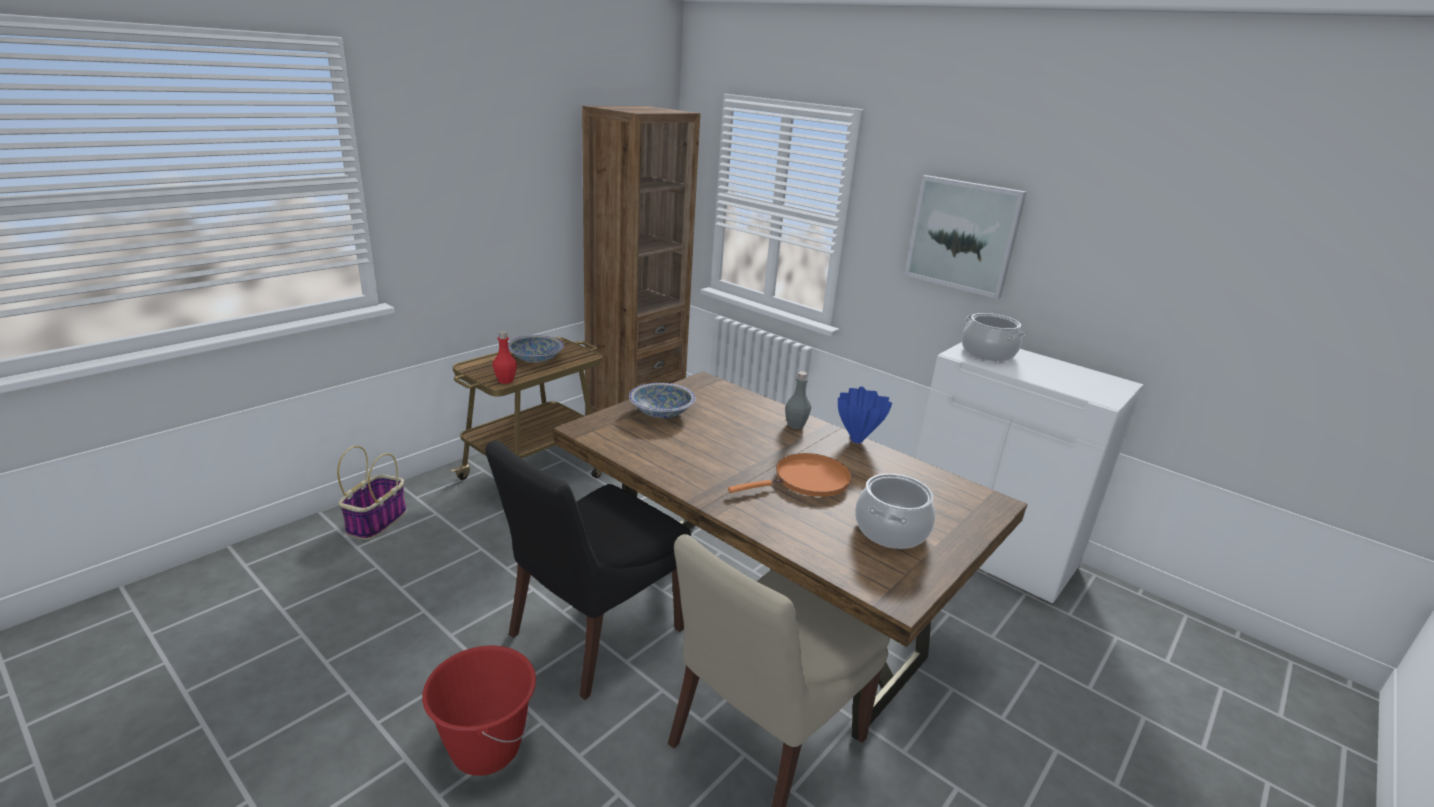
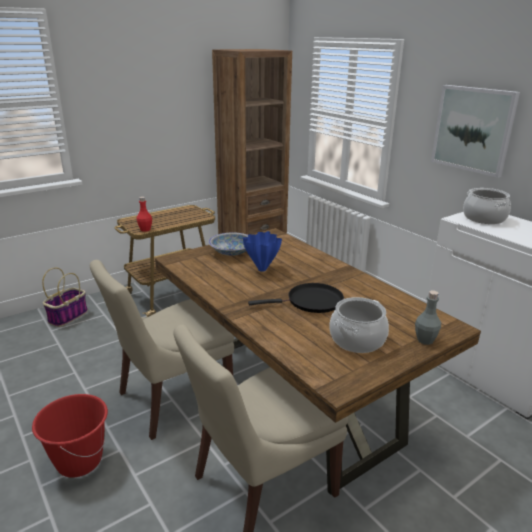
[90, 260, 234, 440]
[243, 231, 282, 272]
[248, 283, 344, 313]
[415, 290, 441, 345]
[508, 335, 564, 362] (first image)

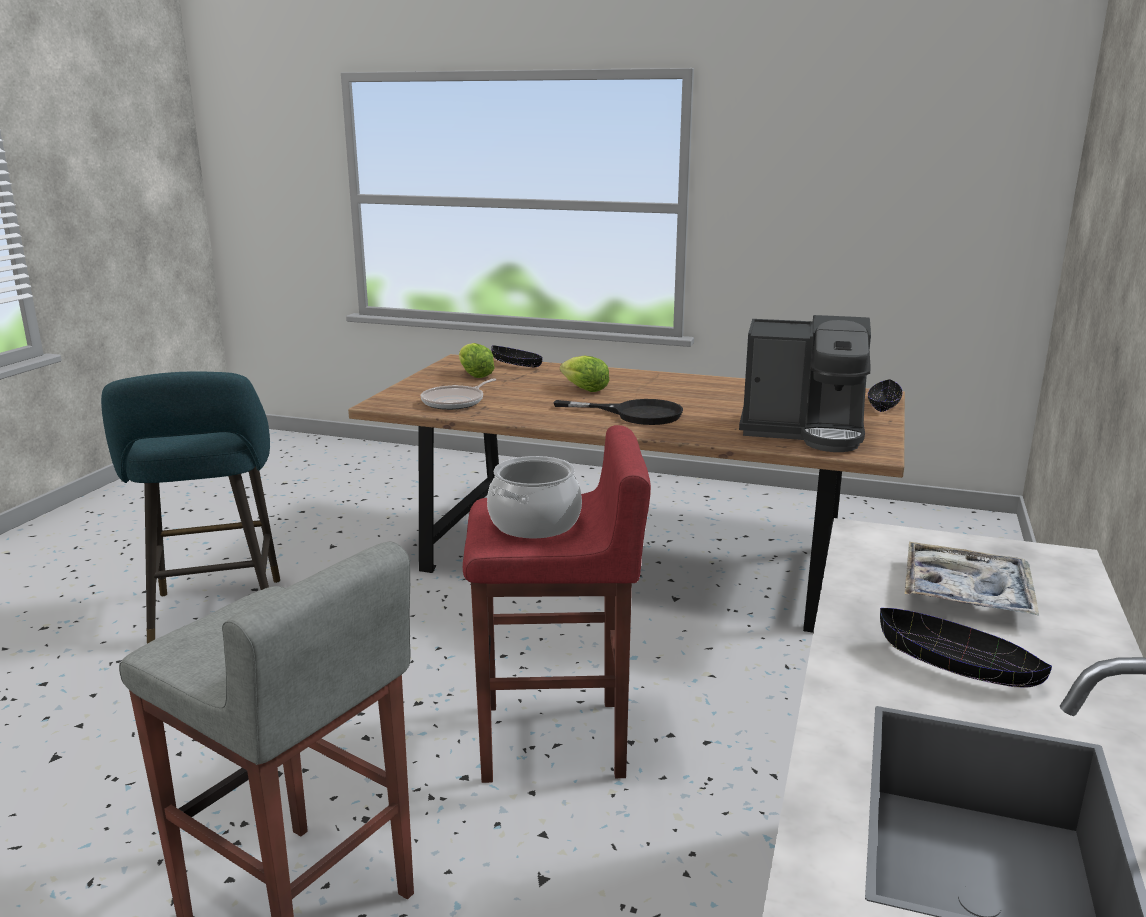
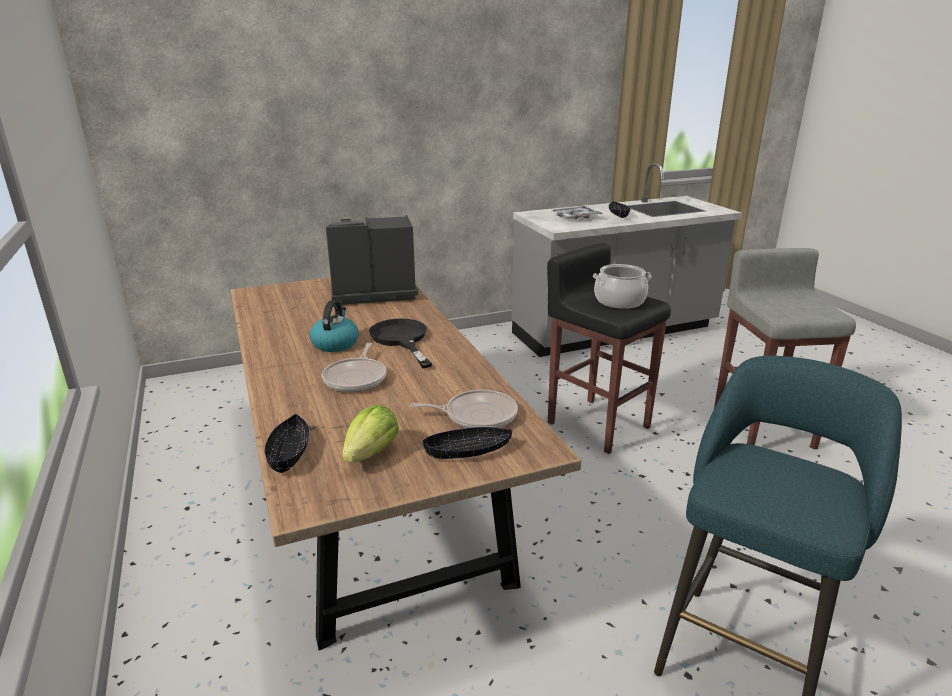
[310, 300, 359, 352]
[322, 343, 387, 392]
[326, 215, 418, 305]
[422, 427, 512, 459]
[547, 243, 671, 454]

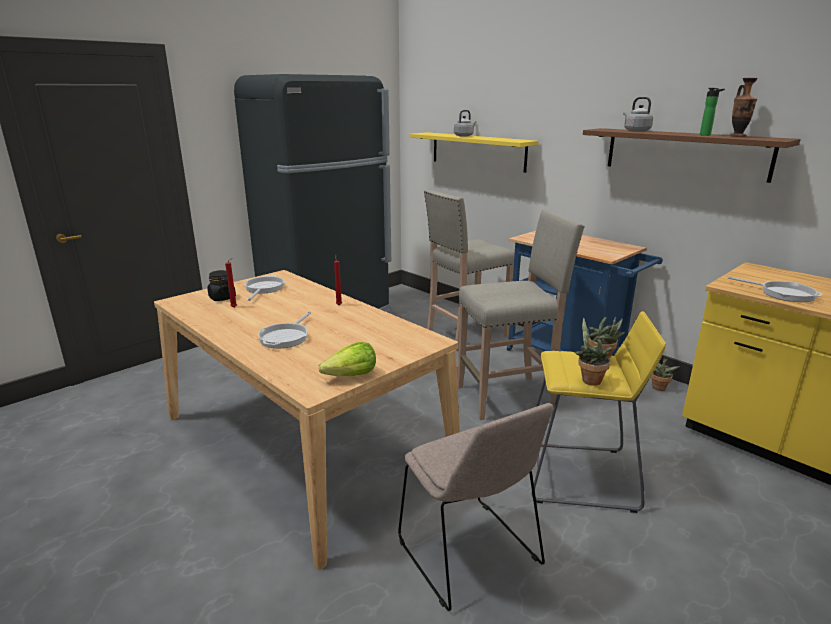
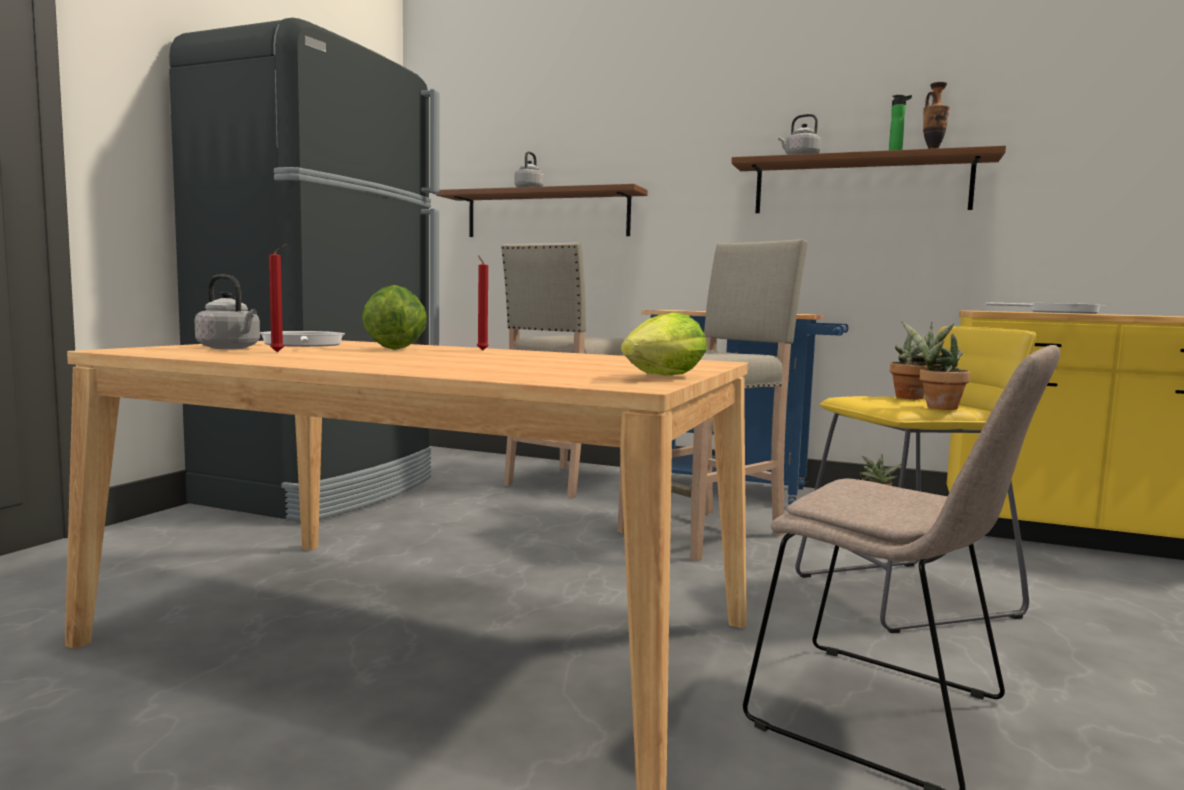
[195, 274, 260, 349]
[362, 285, 427, 350]
[436, 184, 648, 237]
[258, 312, 311, 348] (first image)

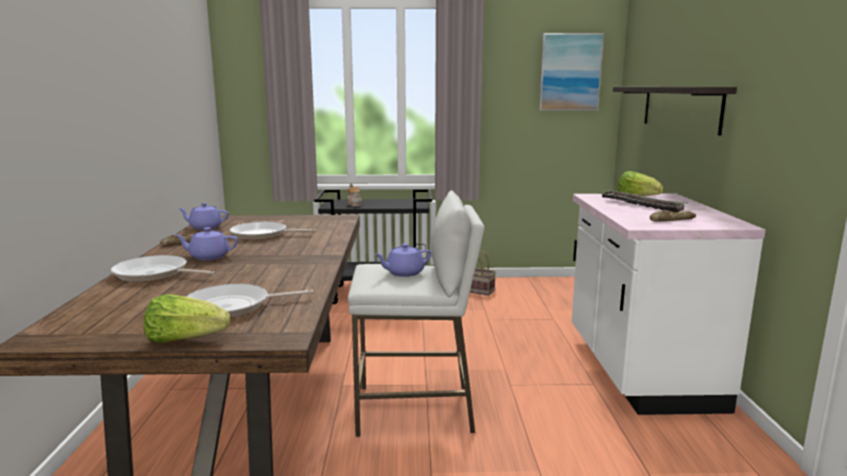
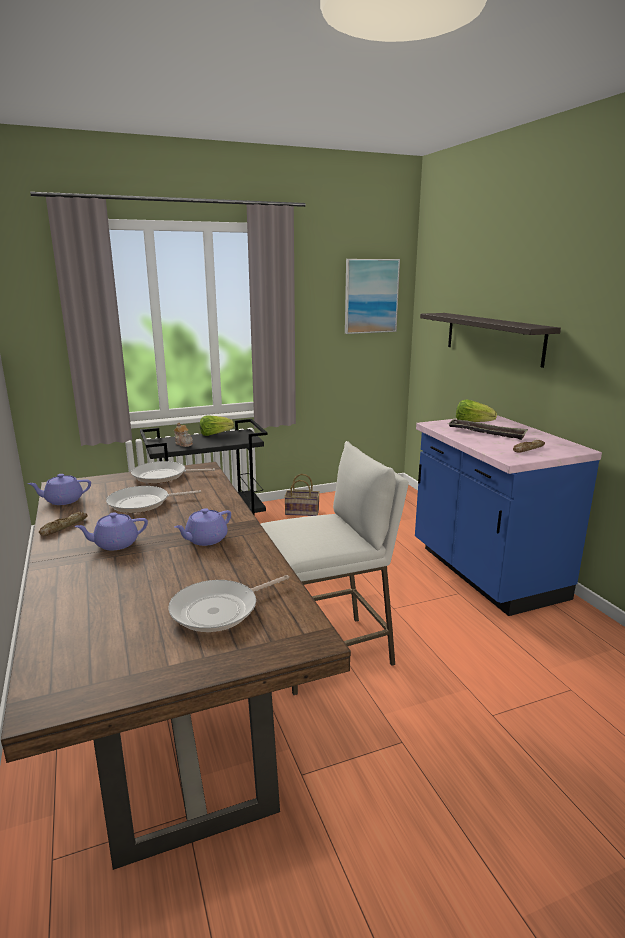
[131, 461, 215, 483]
[175, 508, 231, 546]
[200, 415, 234, 436]
[415, 415, 602, 616]

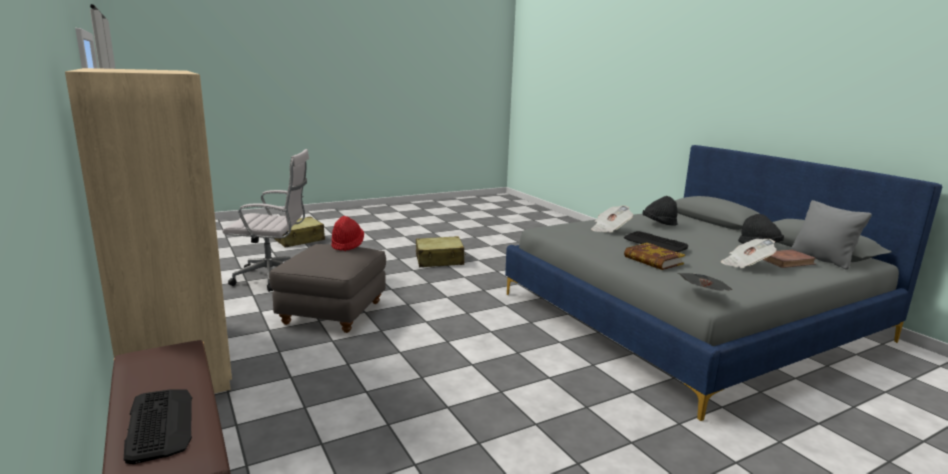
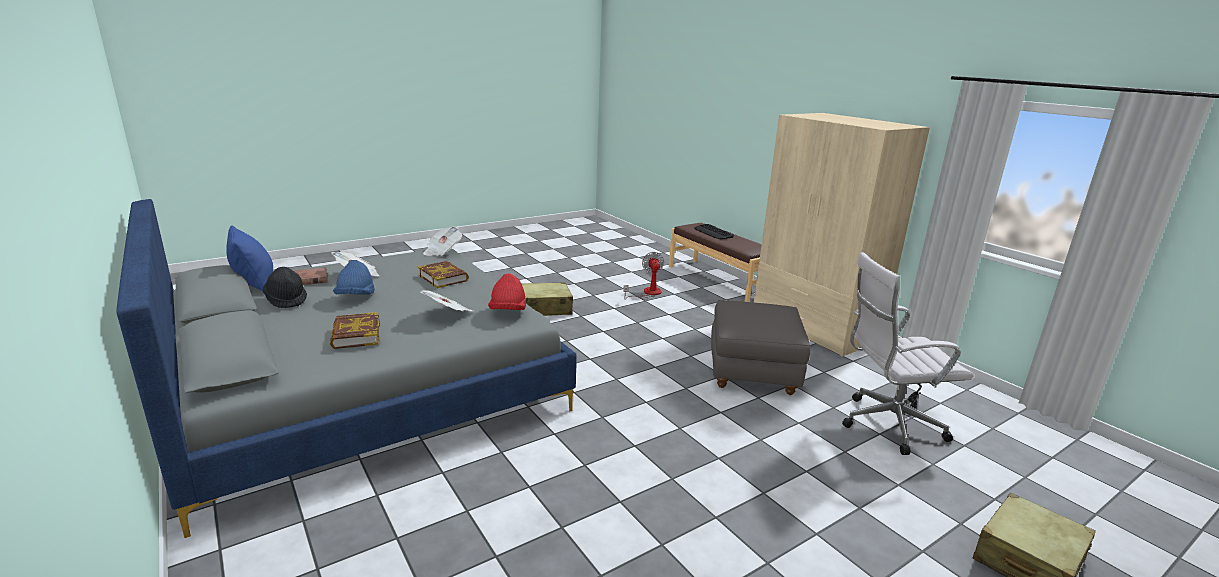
[226, 225, 273, 291]
[330, 312, 380, 349]
[333, 260, 375, 295]
[488, 273, 526, 310]
[521, 282, 573, 316]
[623, 252, 664, 300]
[624, 231, 688, 252] (first image)

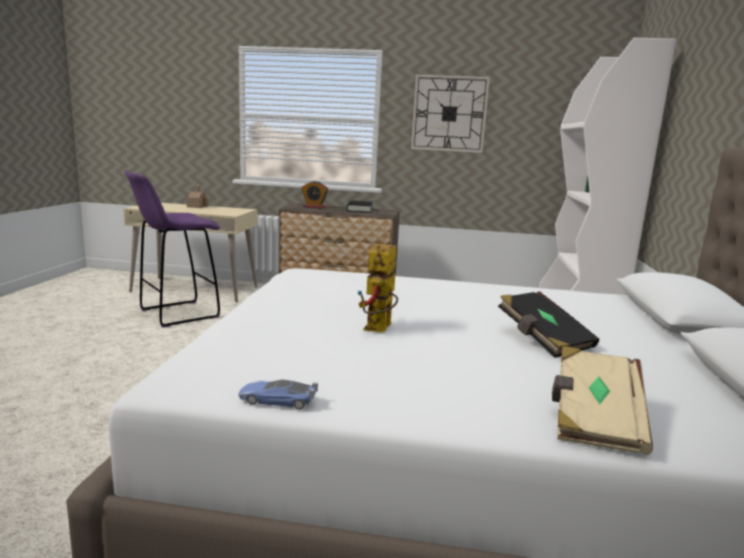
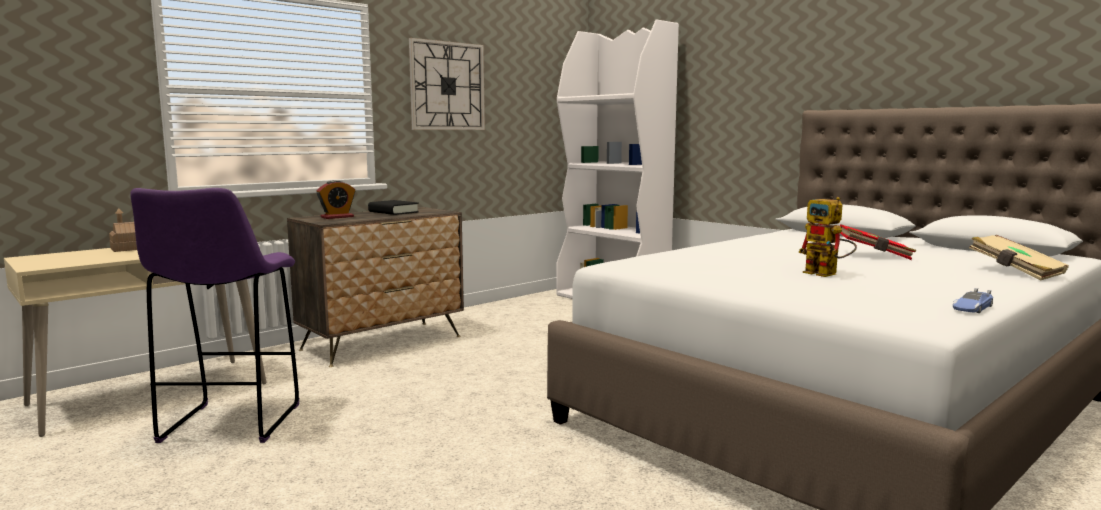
[840, 225, 916, 260]

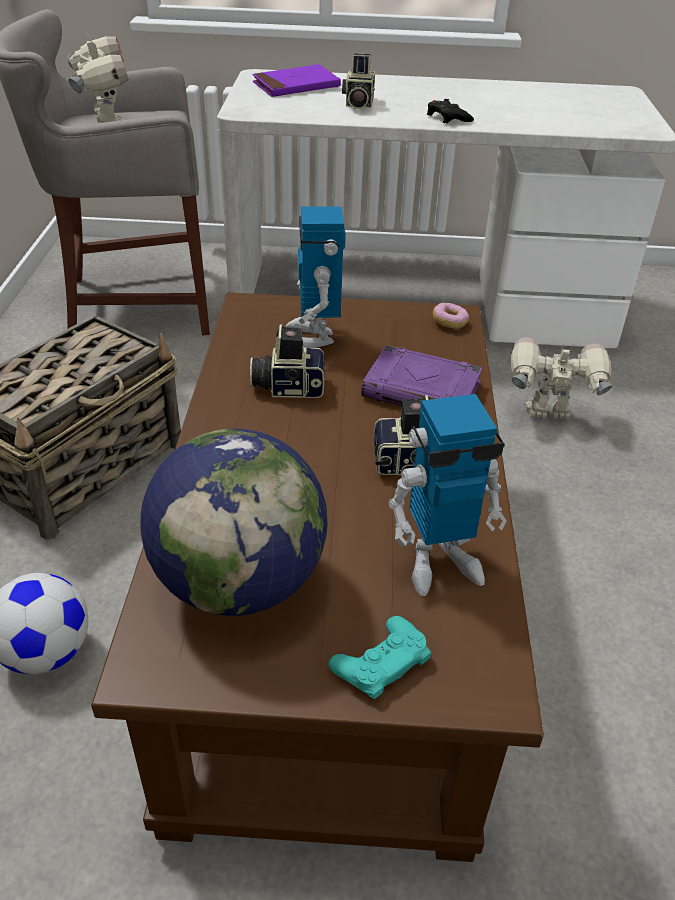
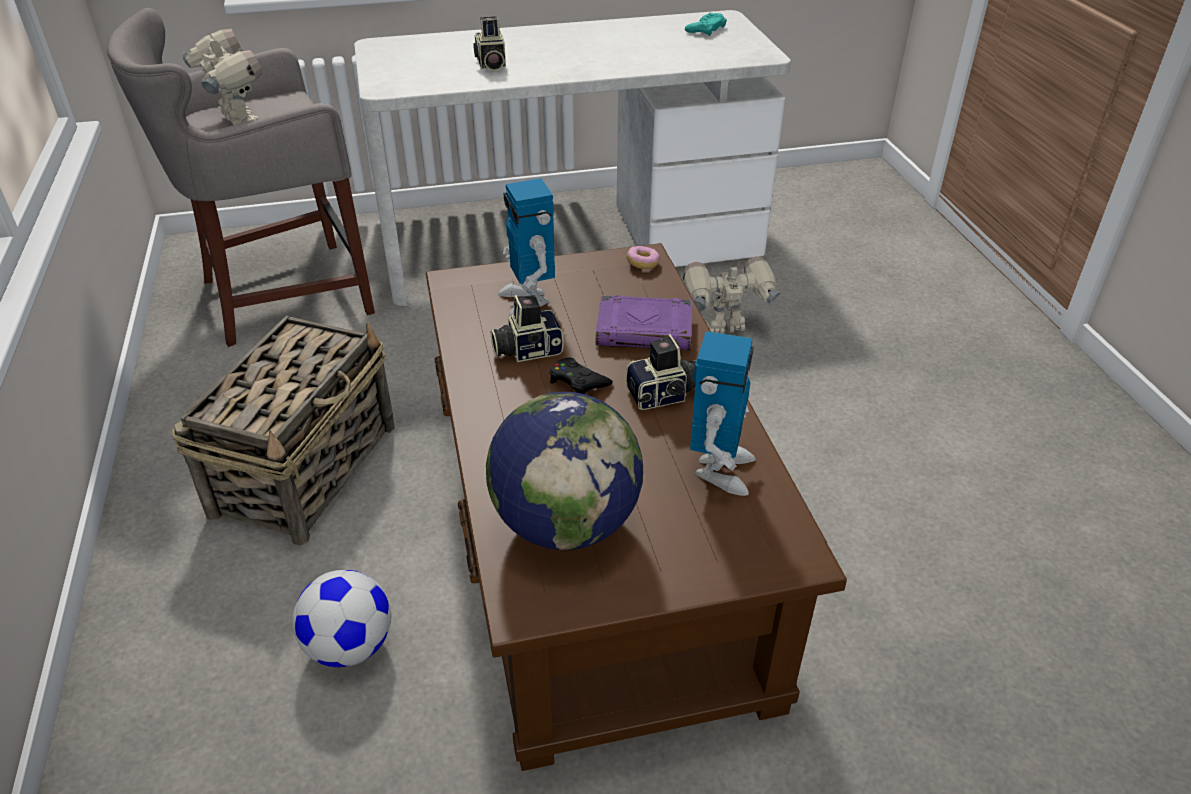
[550, 357, 613, 394]
[685, 13, 727, 36]
[690, 331, 756, 496]
[252, 64, 341, 97] (first image)

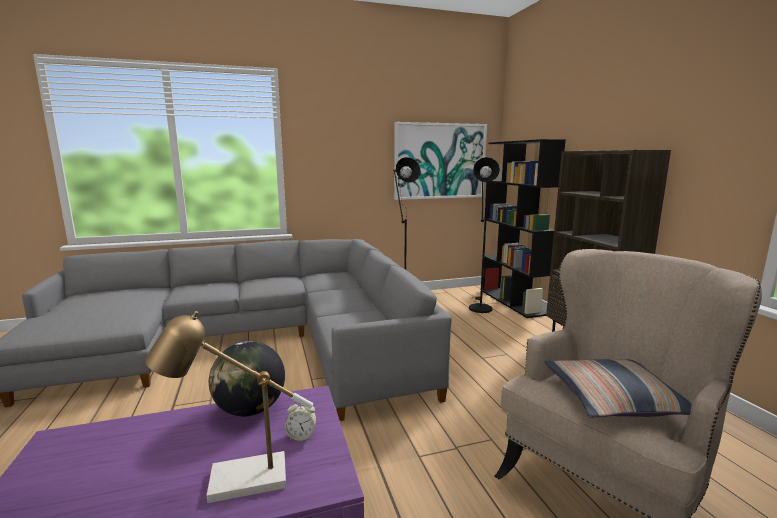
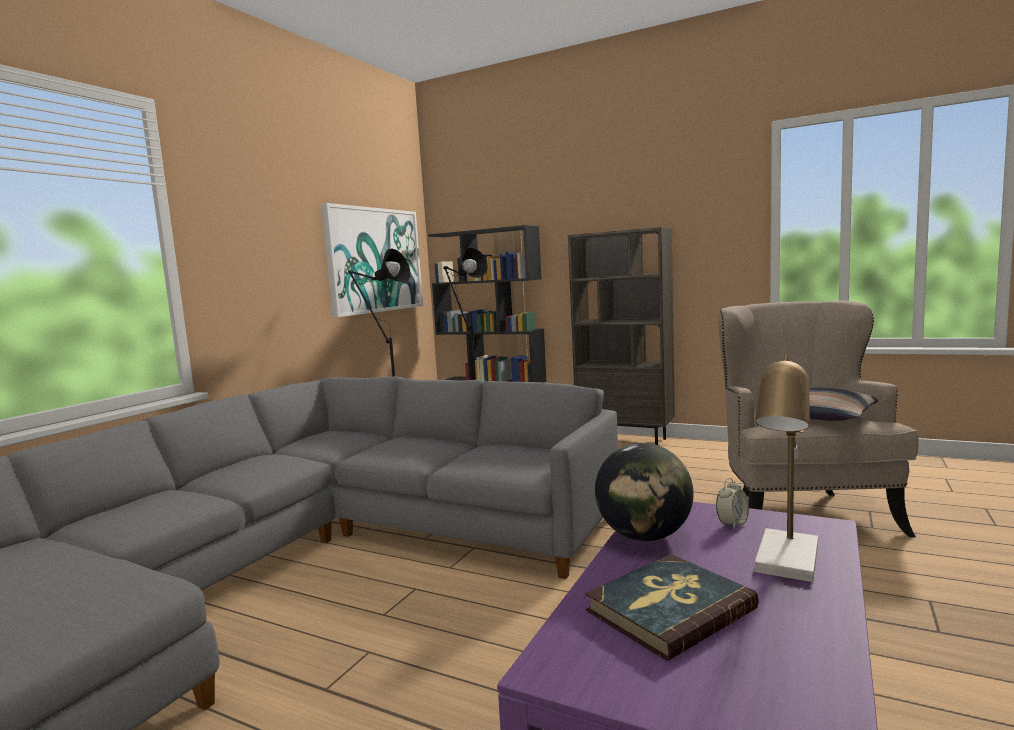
[585, 554, 759, 661]

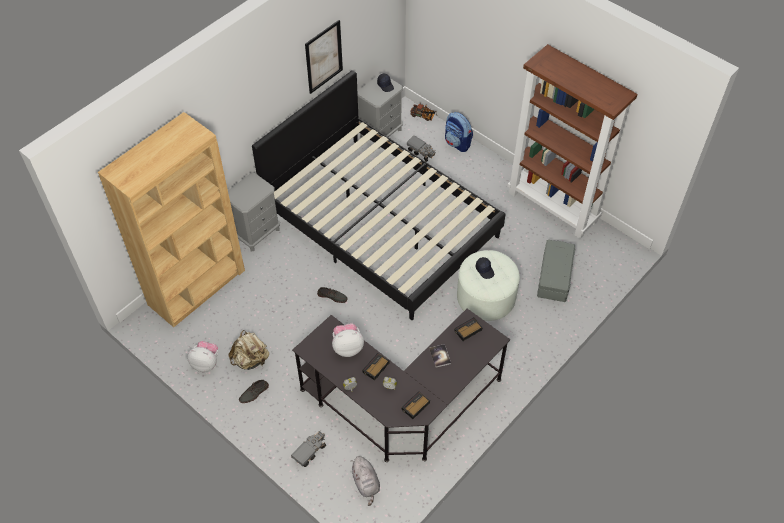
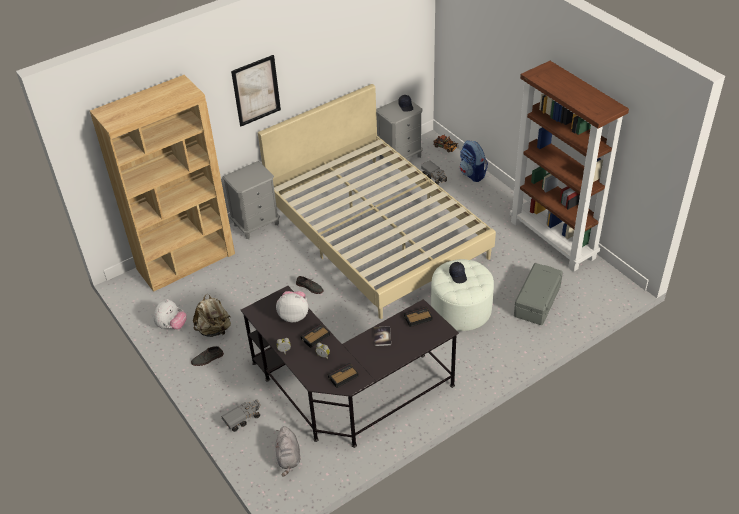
[154, 299, 187, 330]
[231, 55, 281, 126]
[258, 84, 496, 319]

